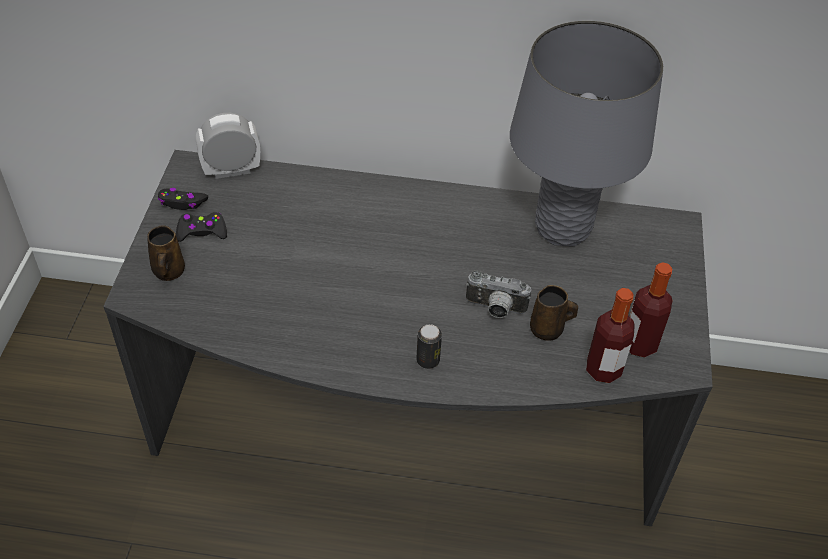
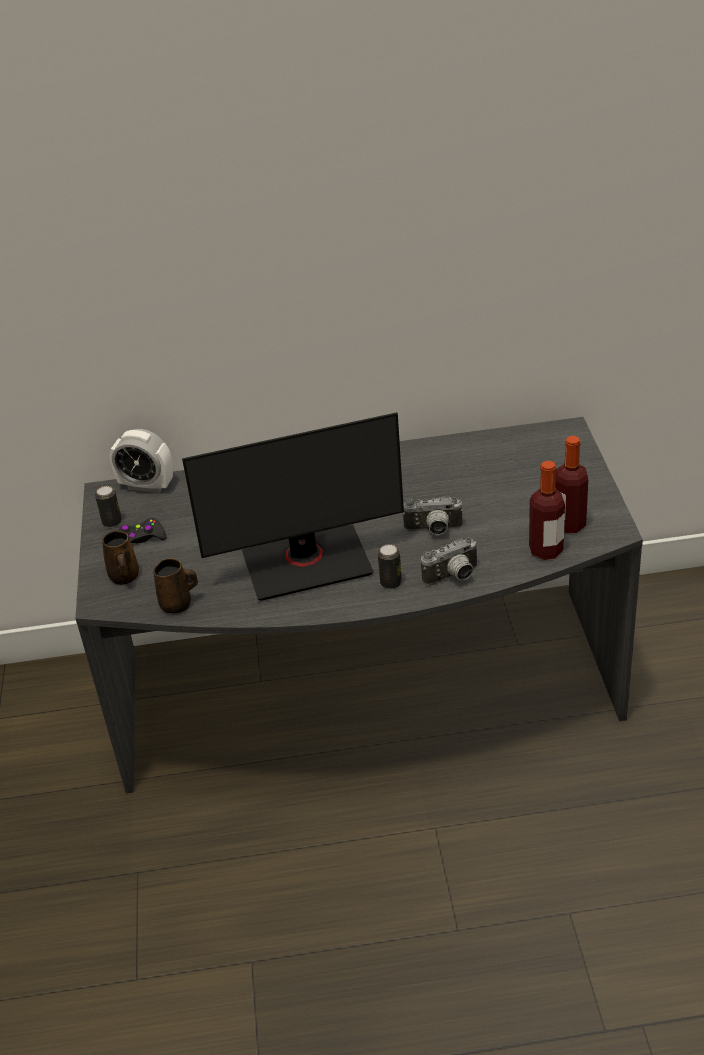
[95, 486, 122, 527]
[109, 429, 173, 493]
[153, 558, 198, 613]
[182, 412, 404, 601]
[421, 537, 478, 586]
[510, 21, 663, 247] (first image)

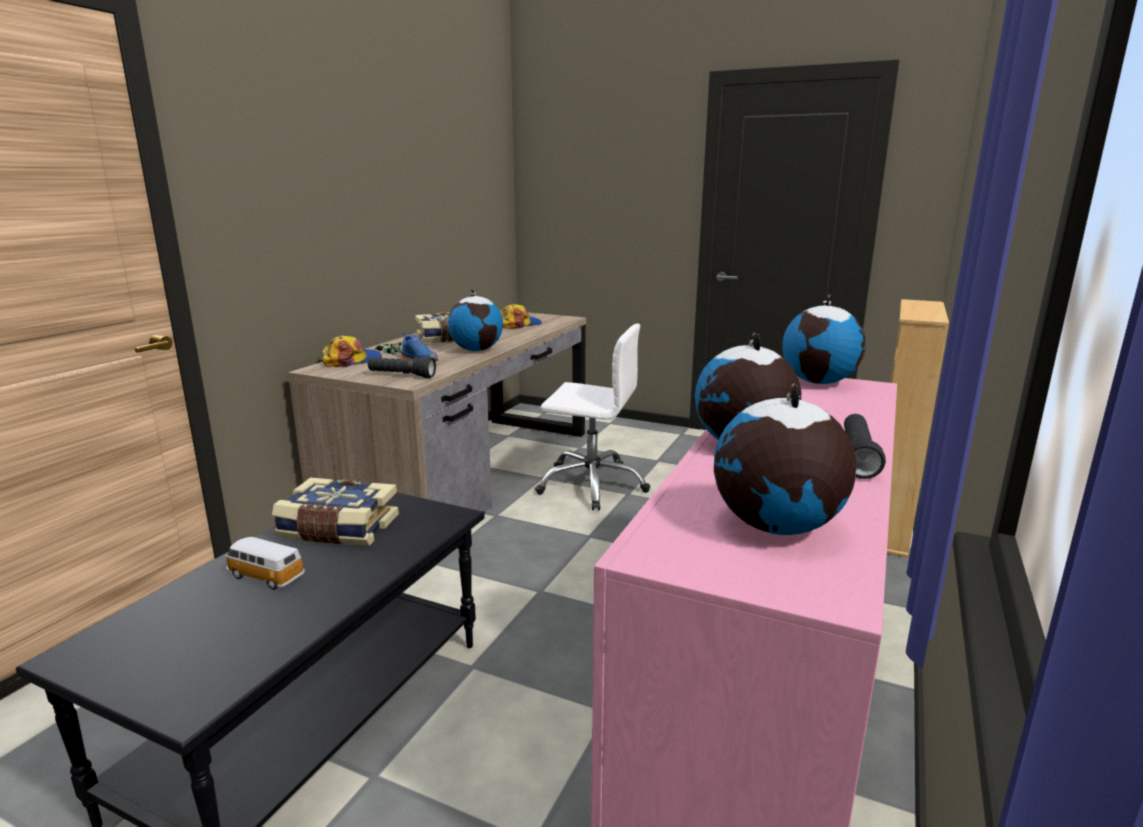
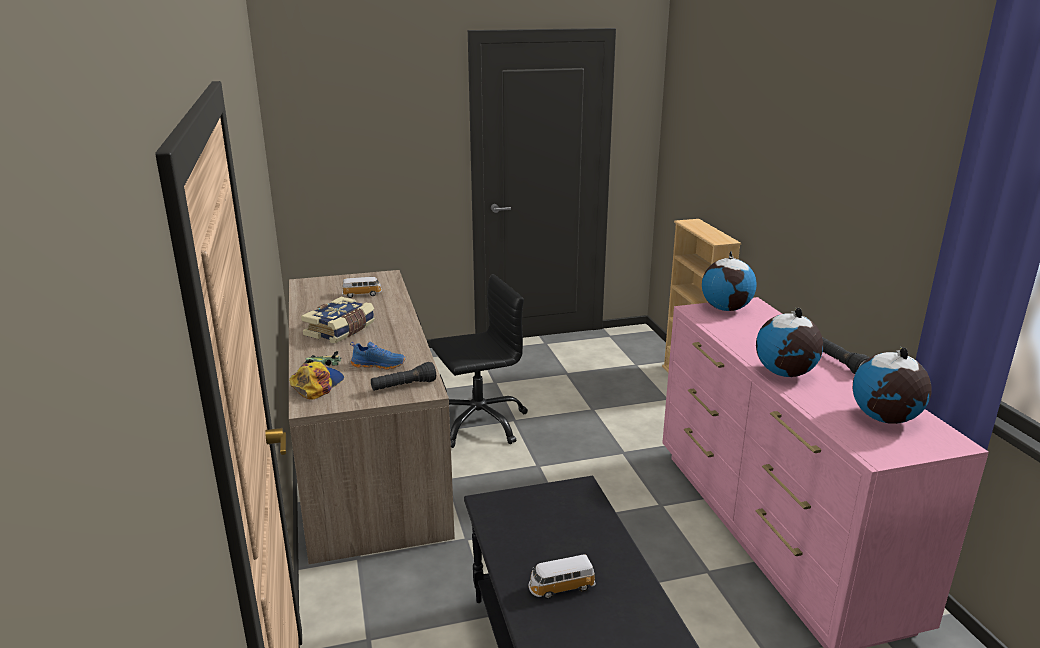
[342, 277, 382, 298]
[430, 274, 528, 448]
[272, 477, 399, 546] (first image)
[448, 288, 503, 351] (first image)

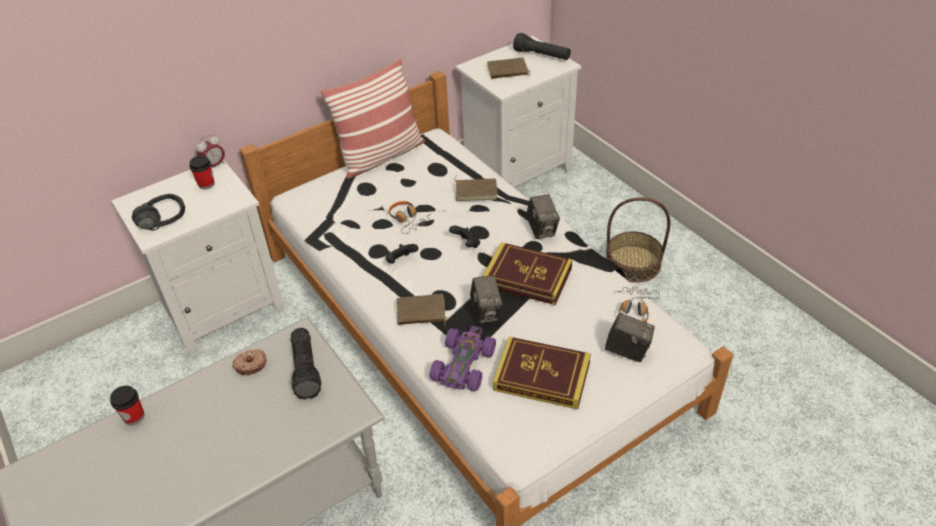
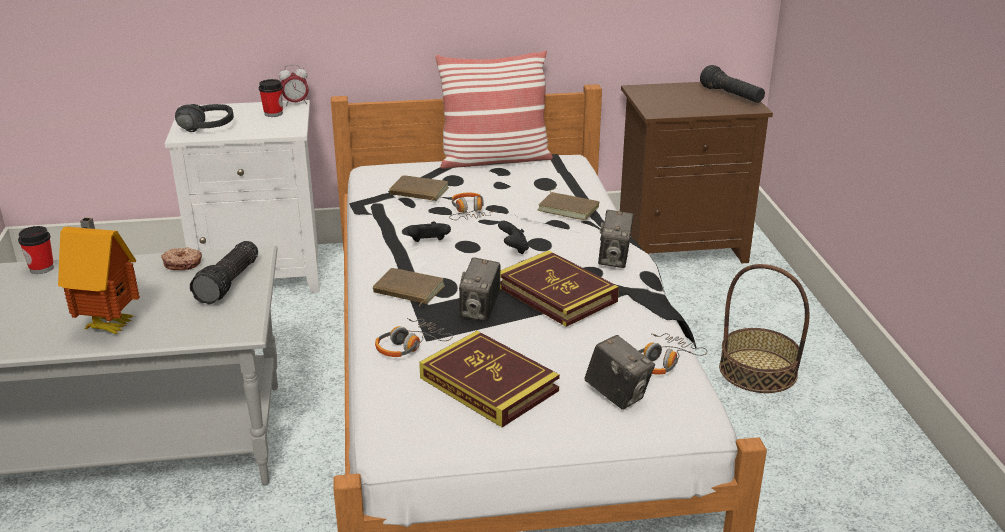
[58, 217, 140, 334]
[375, 318, 452, 357]
[389, 175, 449, 202]
[620, 82, 773, 263]

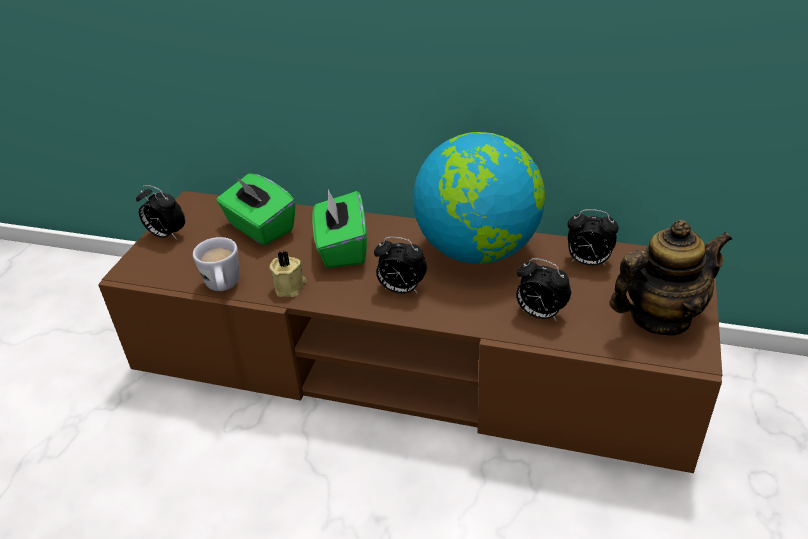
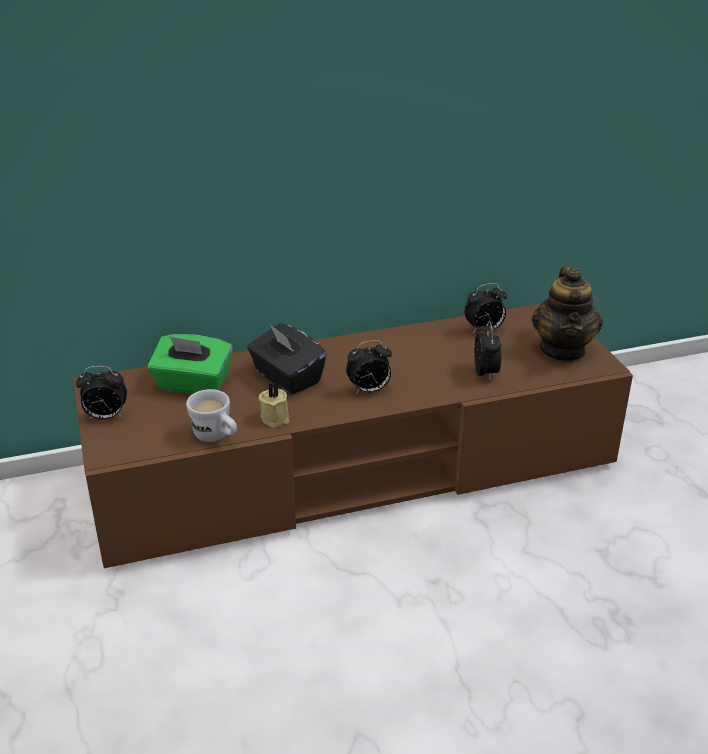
[247, 323, 327, 395]
[474, 321, 501, 382]
[531, 266, 603, 362]
[413, 132, 545, 264] (first image)

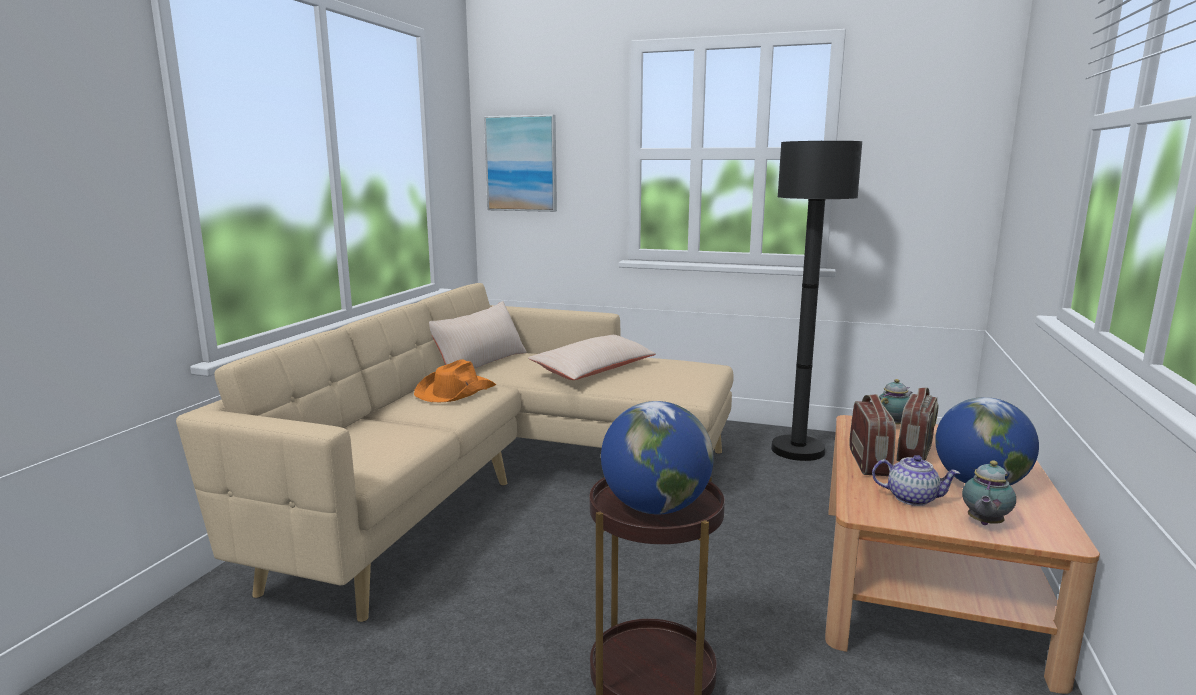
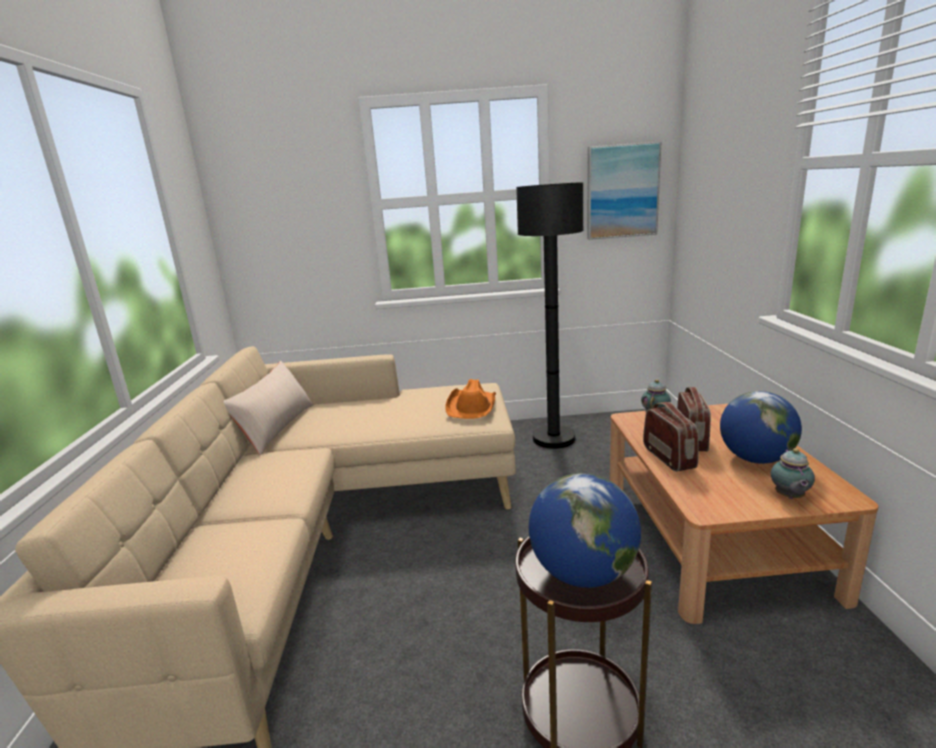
[445, 379, 496, 419]
[587, 141, 662, 240]
[528, 335, 656, 380] (first image)
[872, 455, 960, 506] (first image)

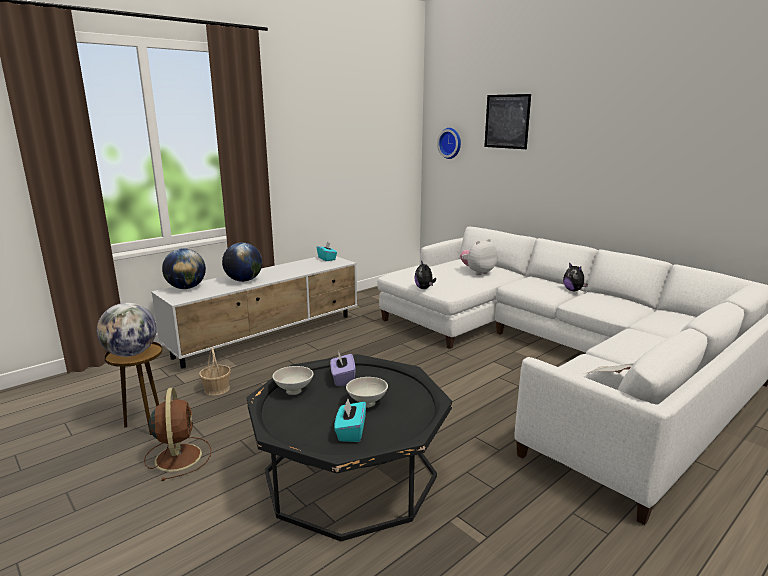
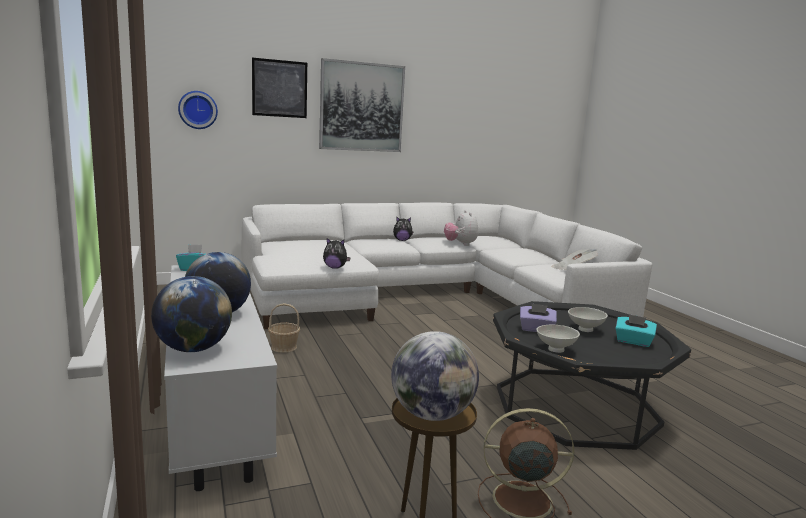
[268, 303, 300, 353]
[319, 58, 405, 152]
[444, 210, 478, 246]

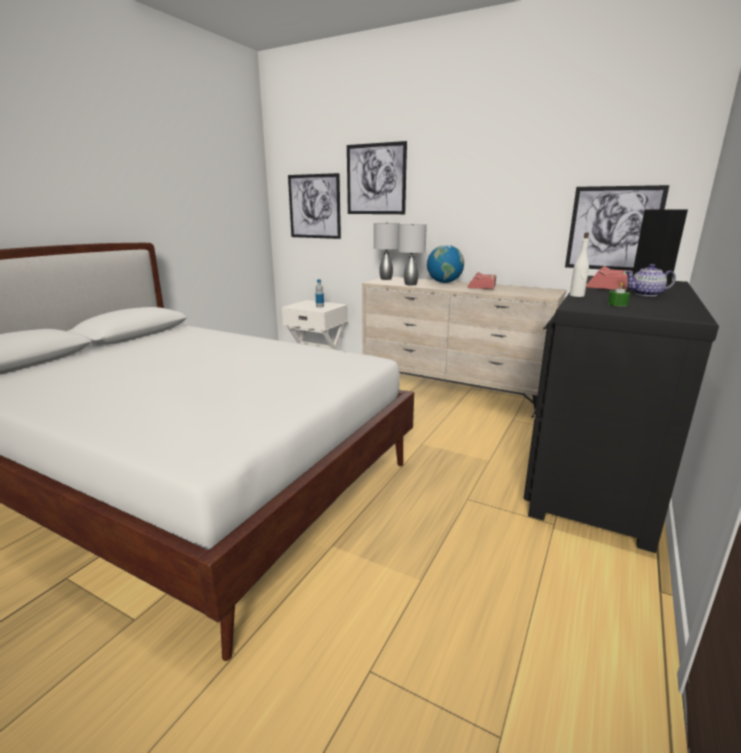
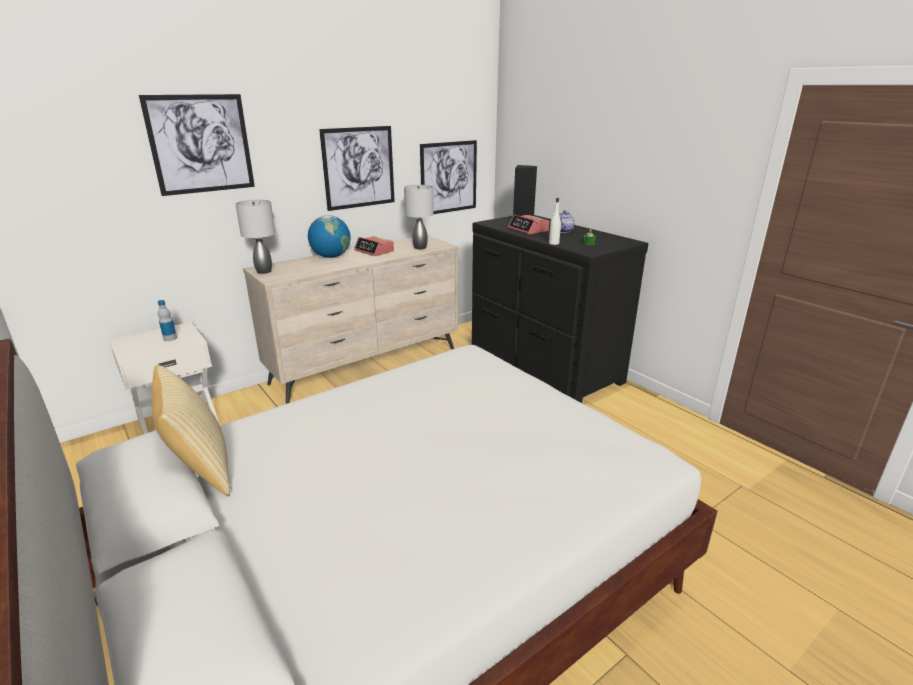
[152, 365, 230, 496]
[319, 126, 395, 211]
[404, 185, 434, 249]

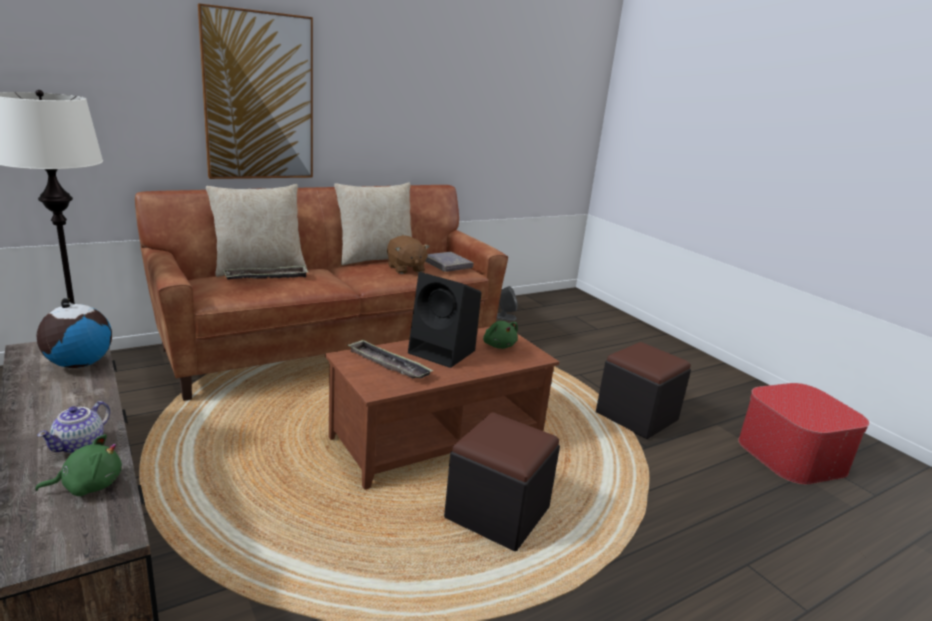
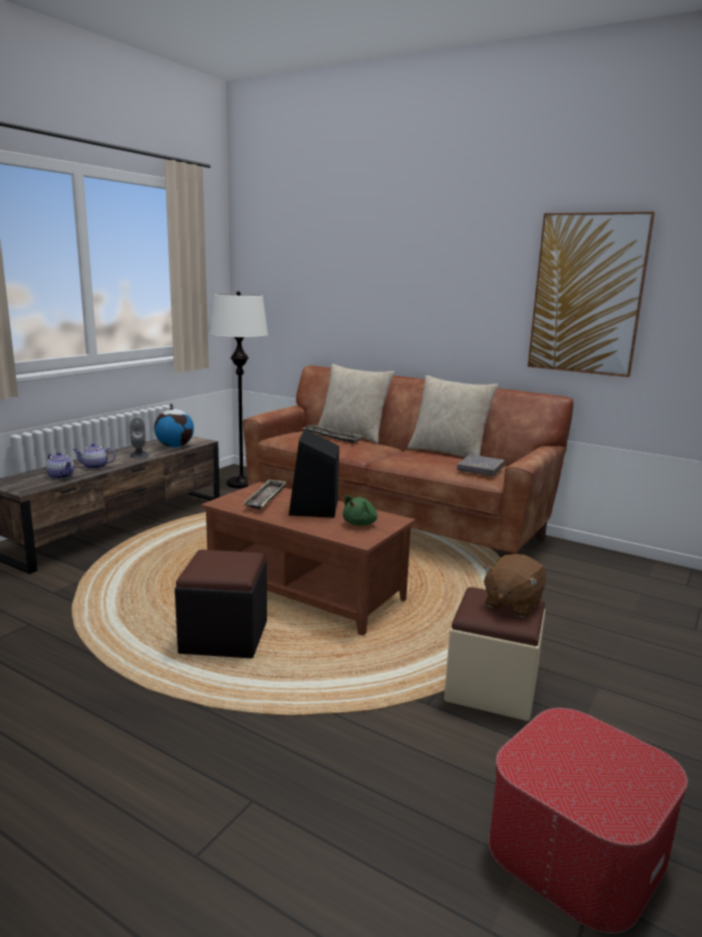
[46, 452, 74, 479]
[130, 418, 148, 459]
[444, 587, 546, 721]
[483, 554, 546, 618]
[528, 212, 655, 377]

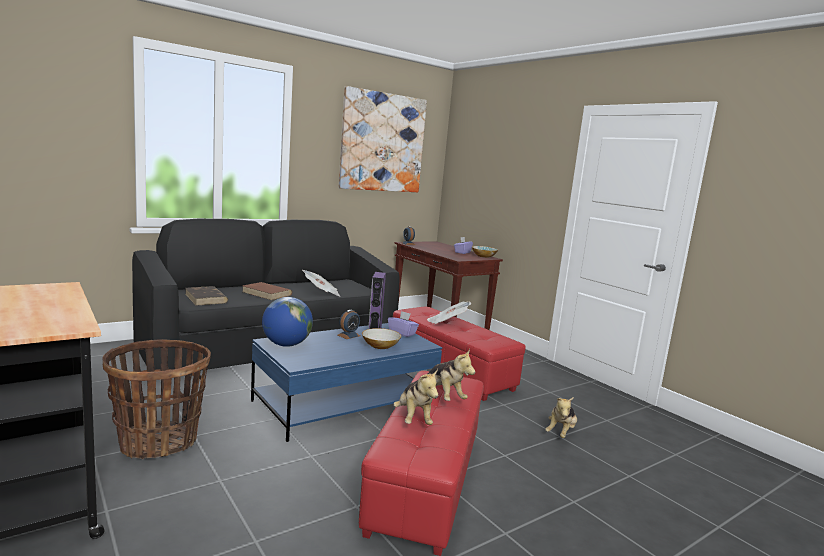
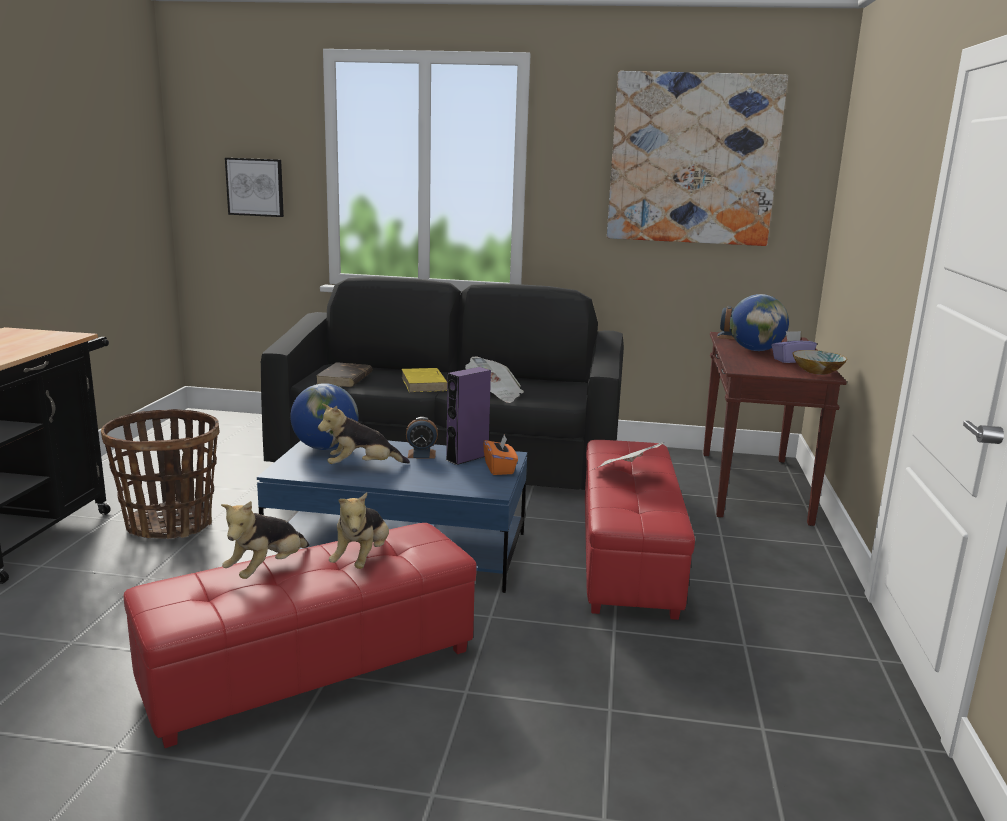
[225, 158, 284, 217]
[318, 404, 410, 464]
[401, 368, 447, 392]
[483, 435, 518, 475]
[730, 294, 789, 351]
[362, 328, 401, 349] (first image)

